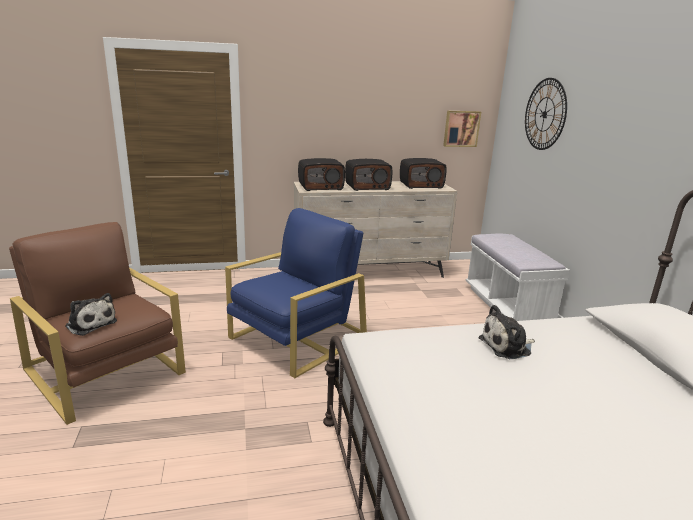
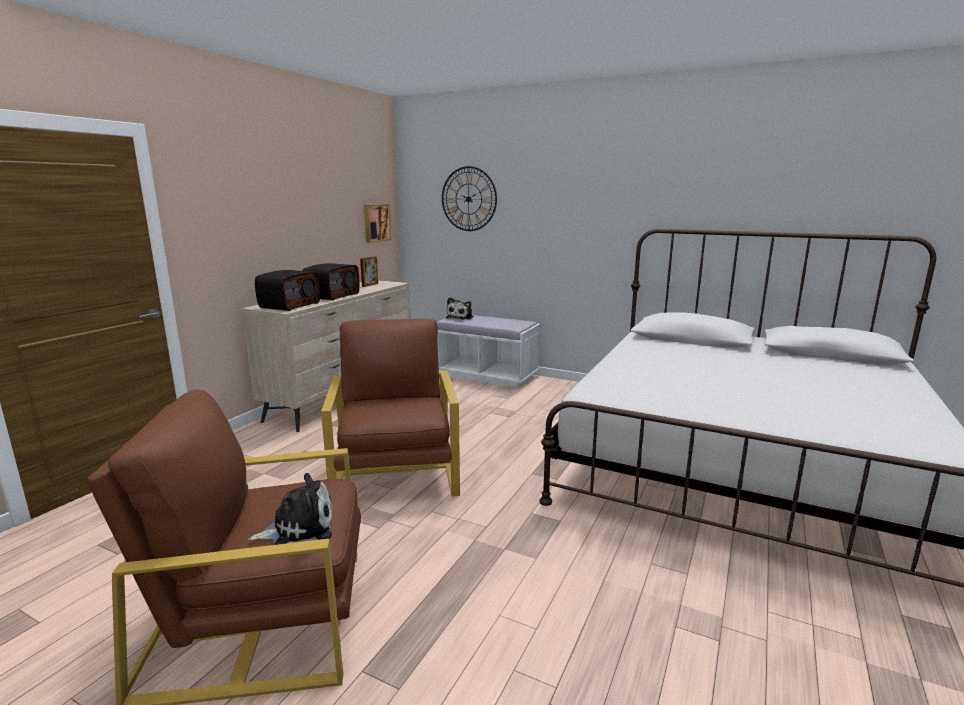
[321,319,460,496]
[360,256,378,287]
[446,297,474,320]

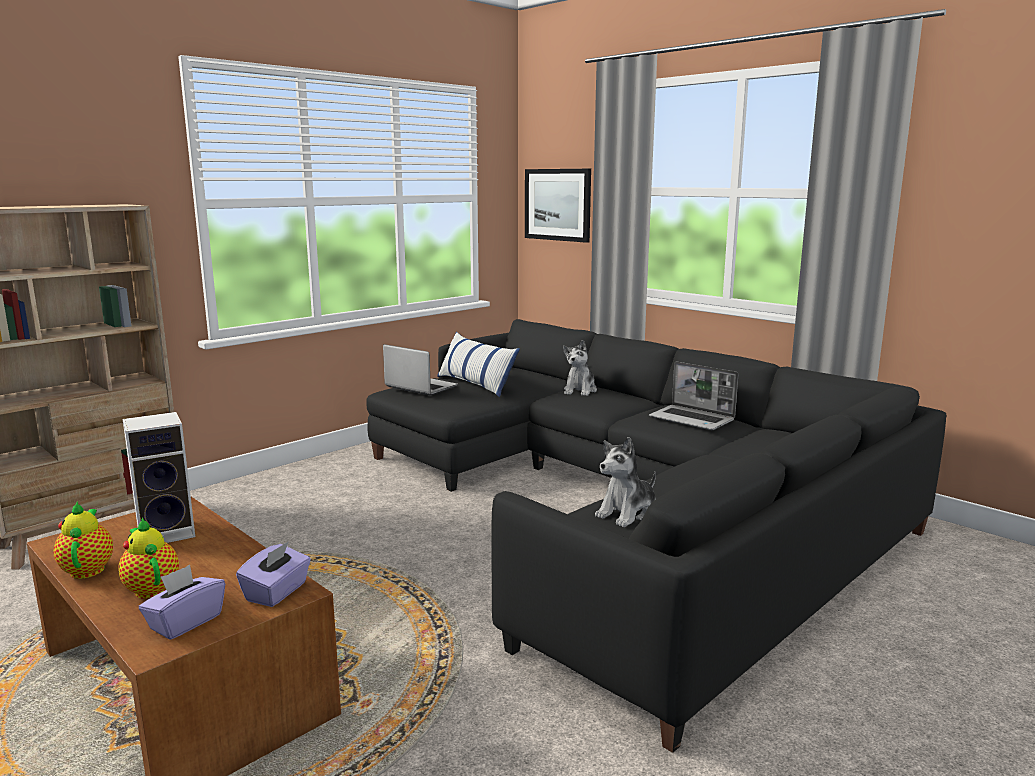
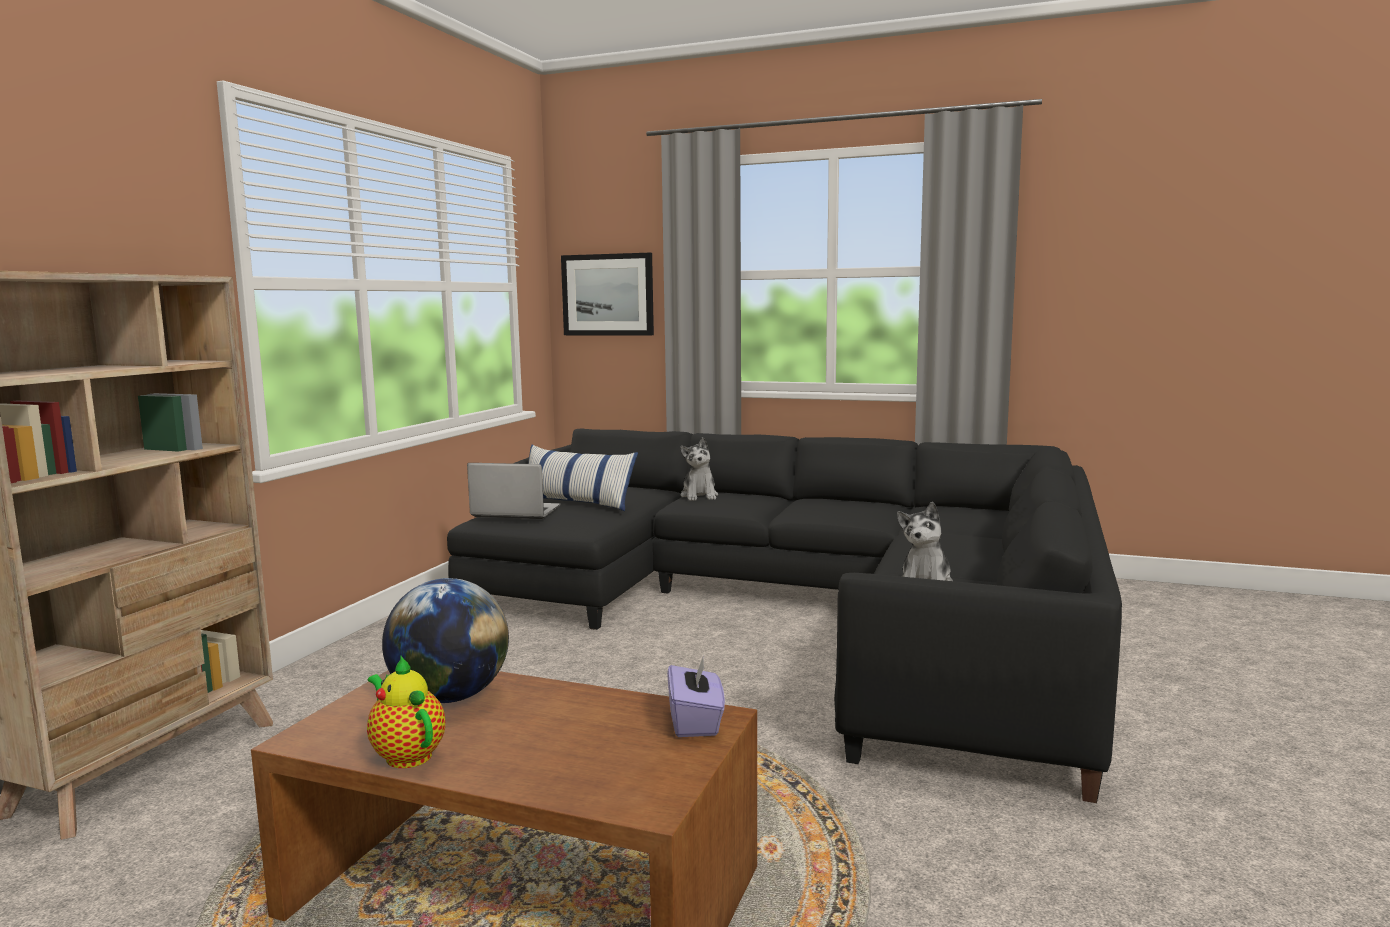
[118,517,179,599] (first image)
[382,578,509,703]
[139,565,225,640] (first image)
[649,361,738,430] (first image)

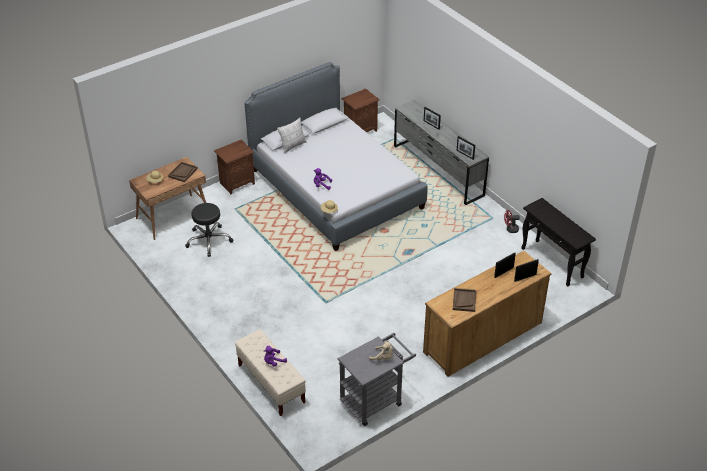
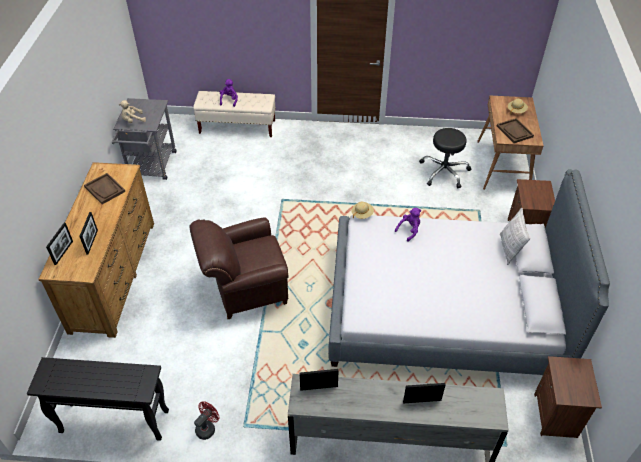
[189,217,289,319]

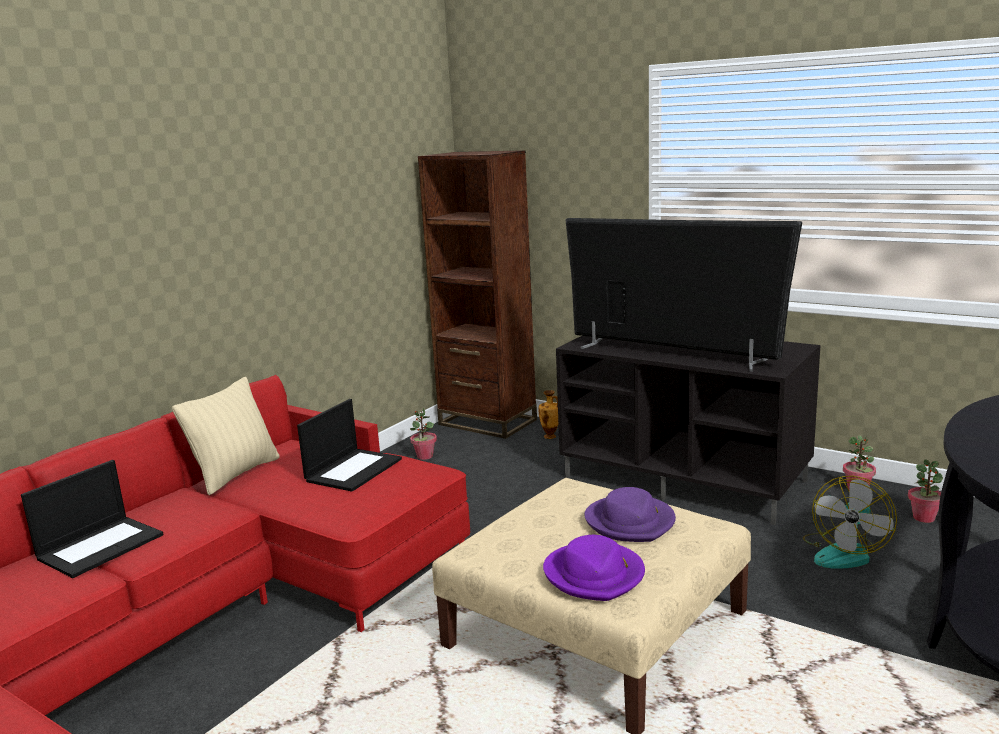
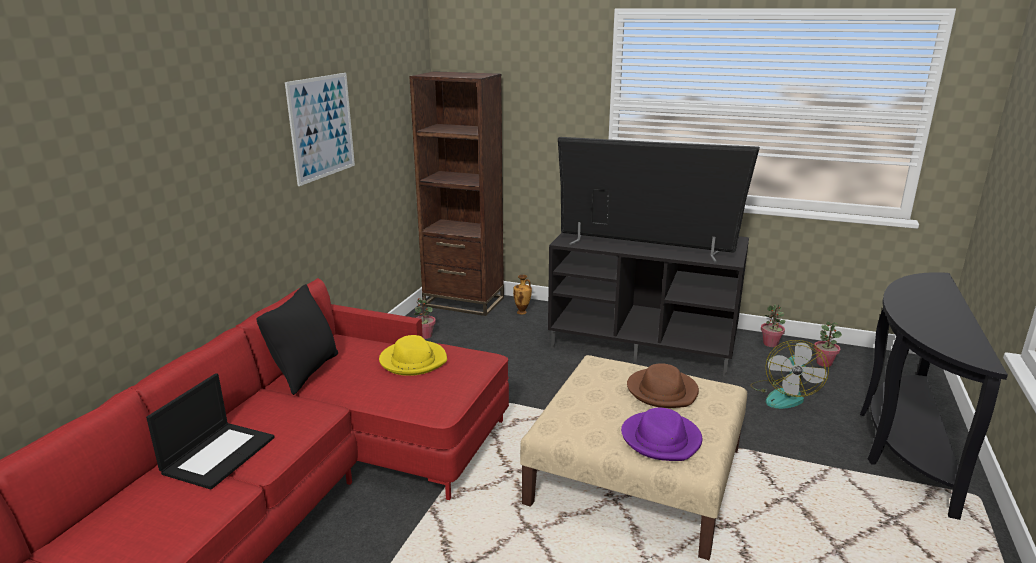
[256,284,338,395]
[379,335,447,376]
[627,363,699,408]
[285,73,355,186]

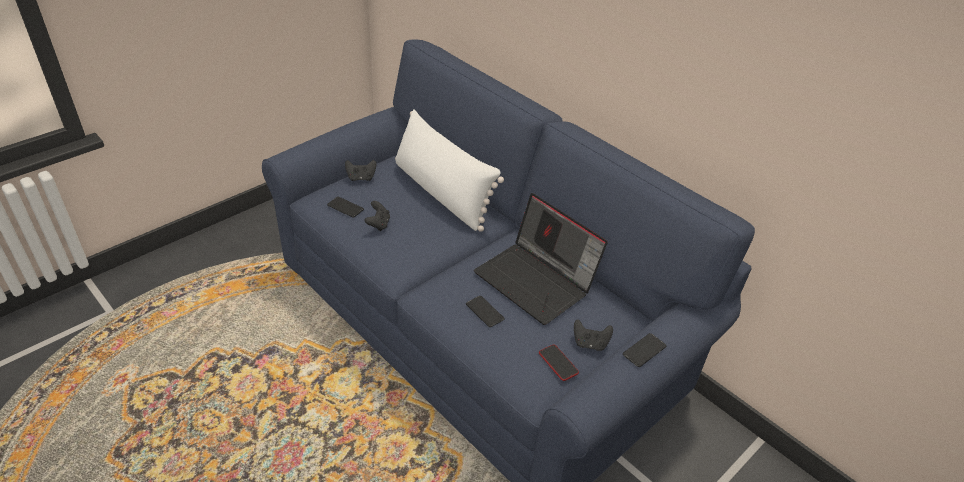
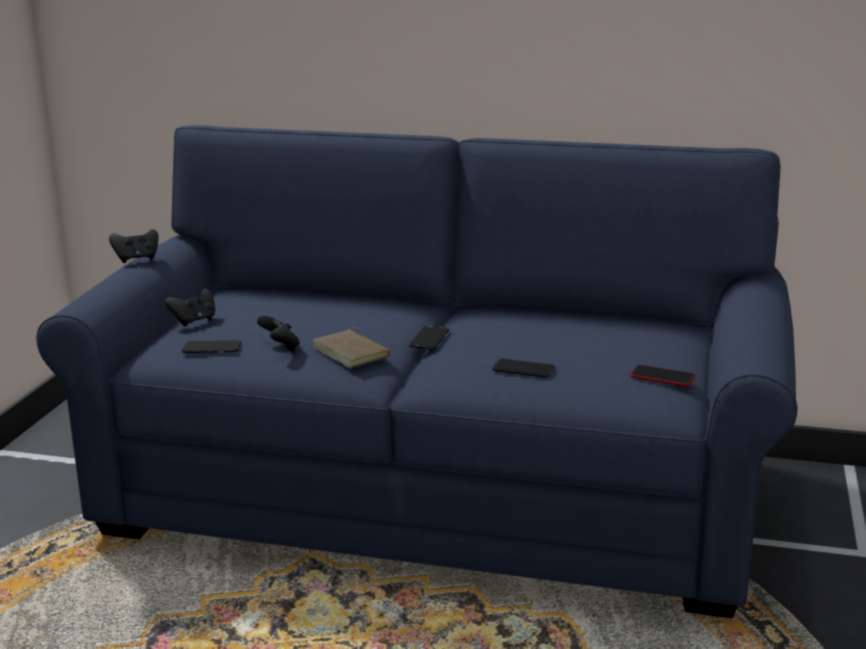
[395,109,504,232] (first image)
[474,193,608,325] (first image)
[109,229,158,263]
[409,326,449,349]
[313,327,390,368]

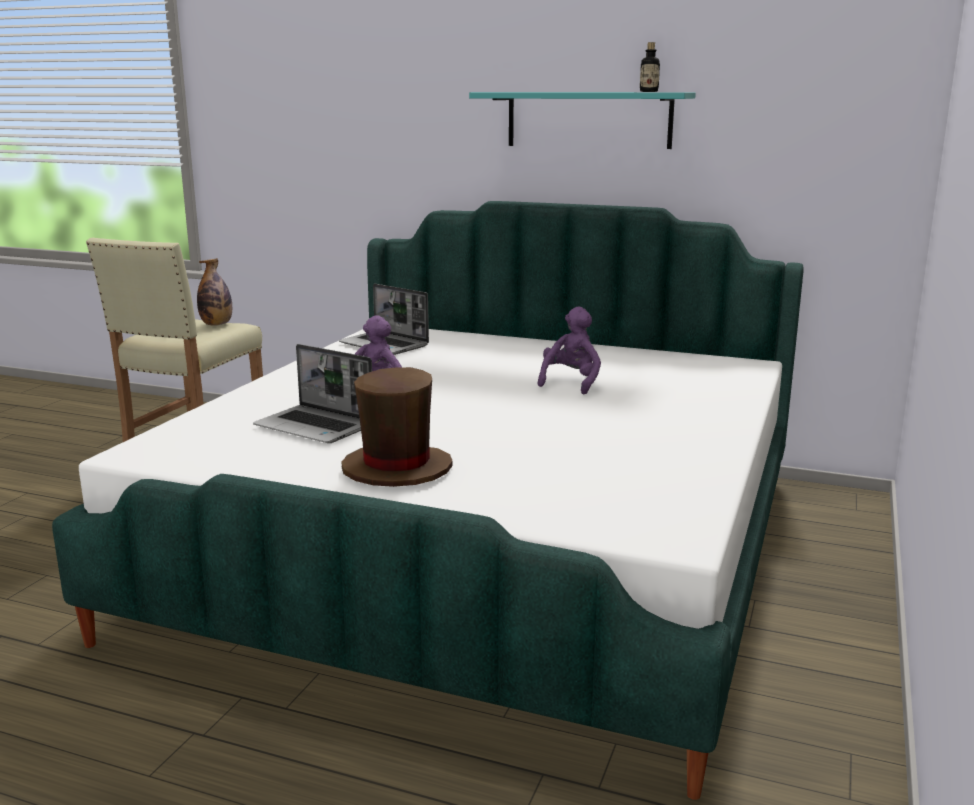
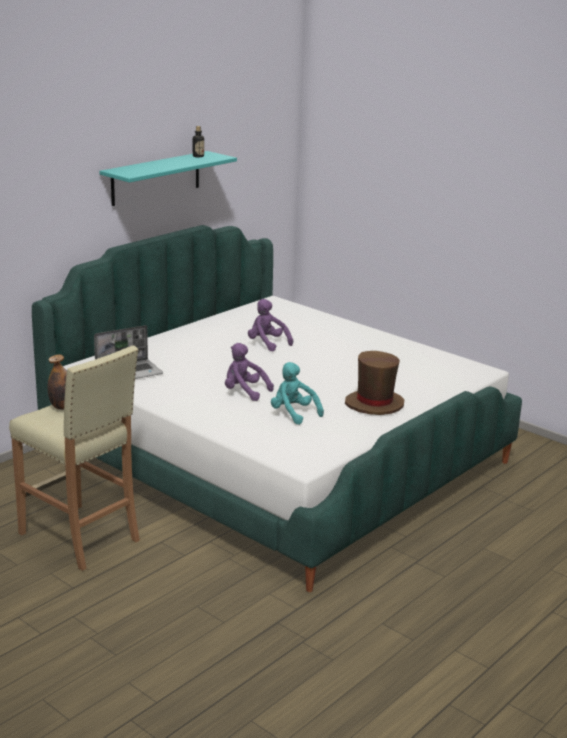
[271,362,324,425]

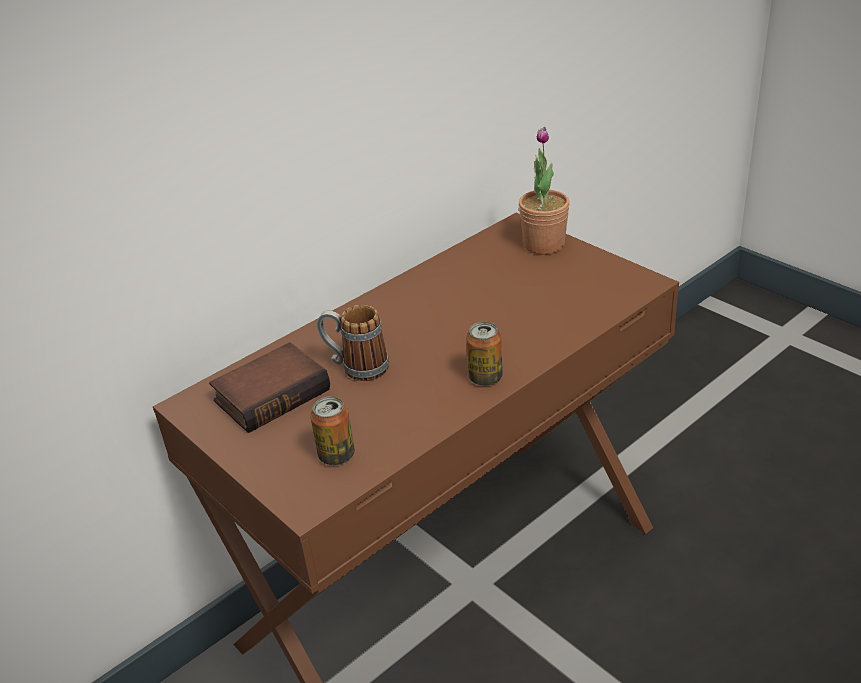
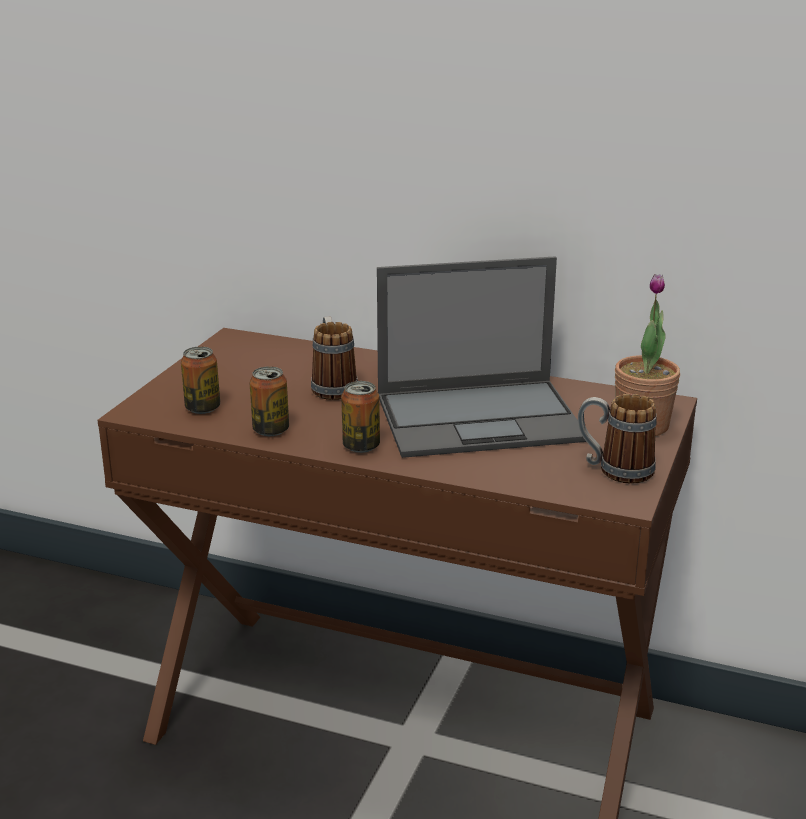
[209,342,330,433] (first image)
[249,366,289,436]
[377,256,586,458]
[578,394,657,484]

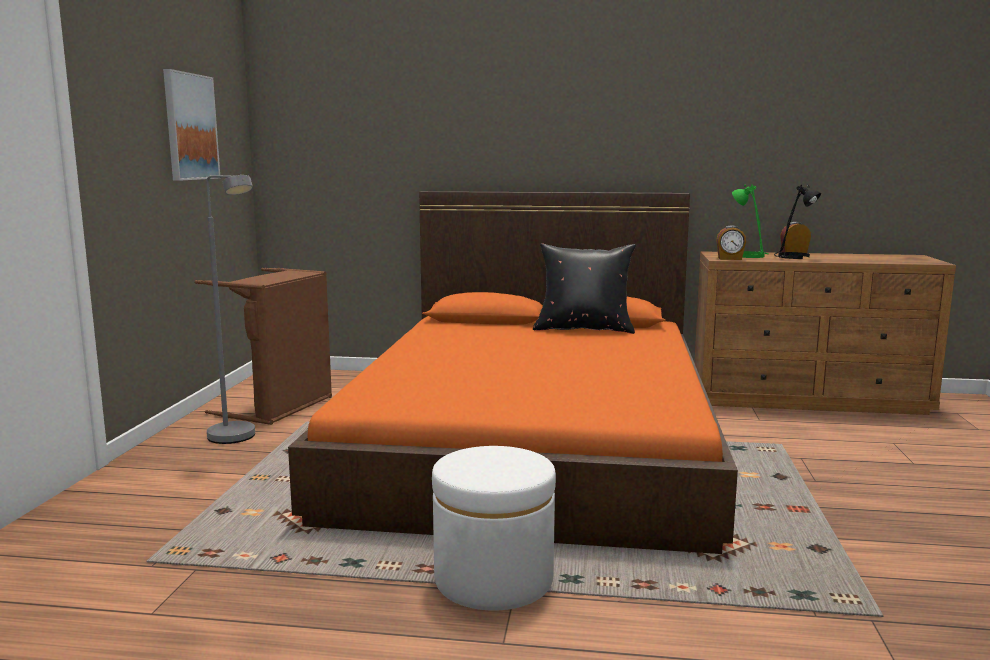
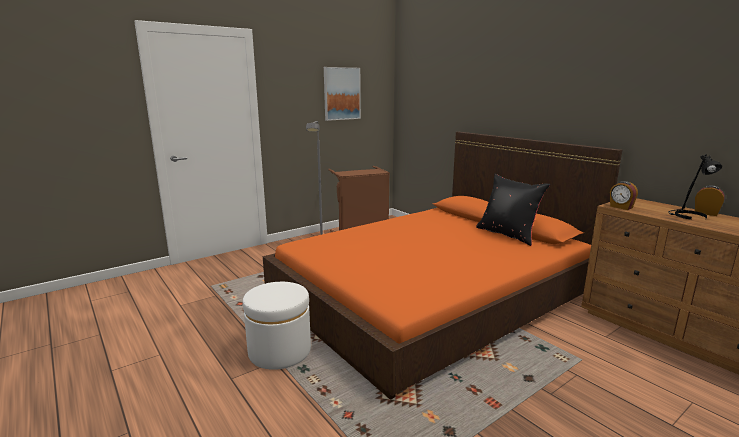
[732,184,769,258] (first image)

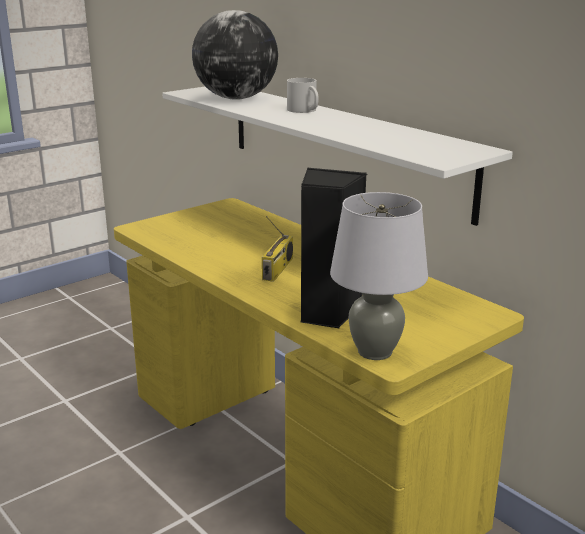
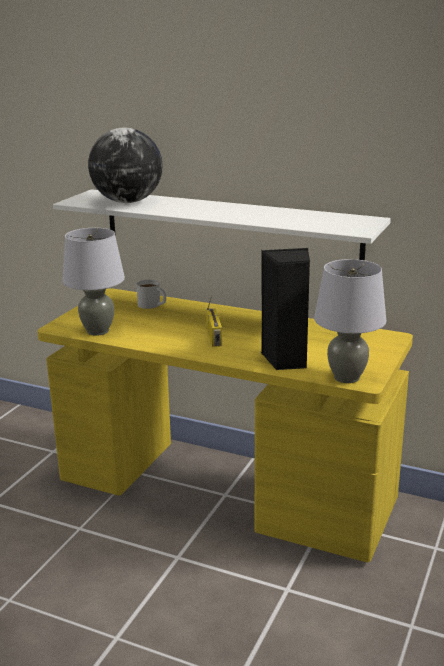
[136,280,166,309]
[62,228,125,336]

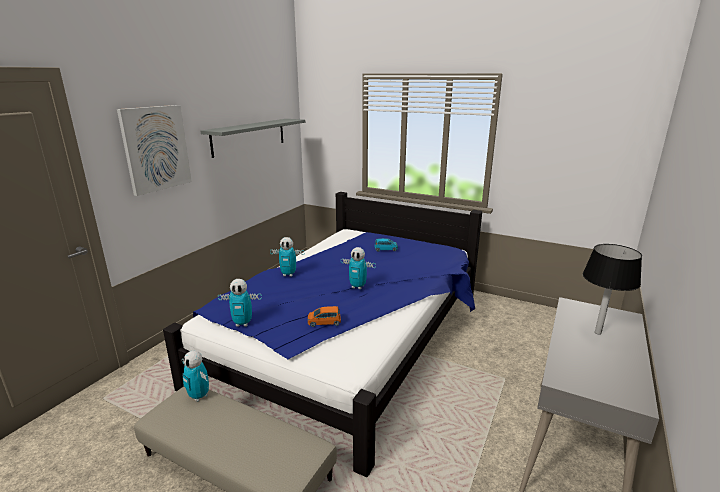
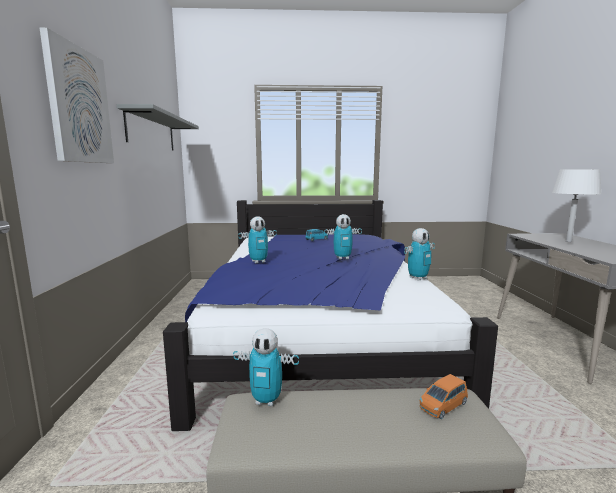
[404,228,435,281]
[419,374,468,419]
[552,169,601,242]

